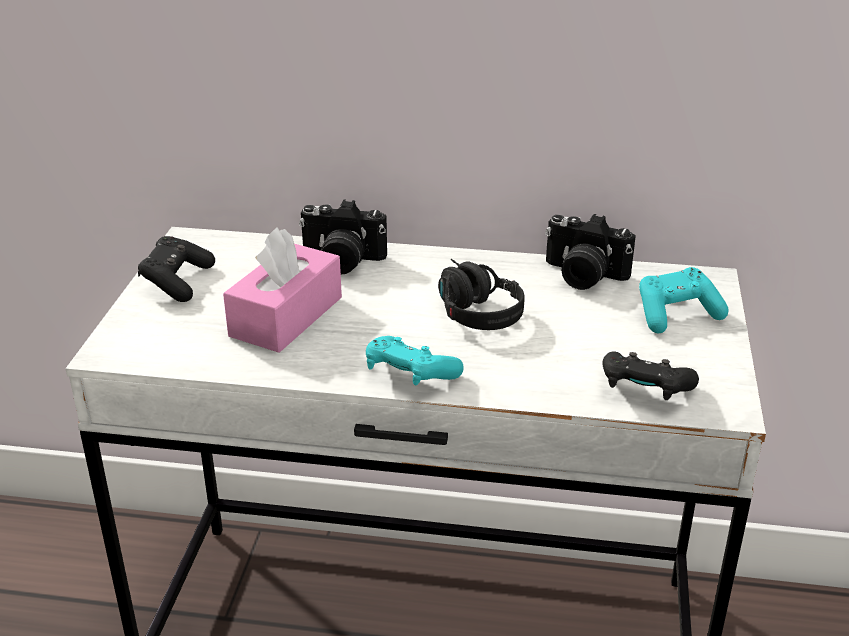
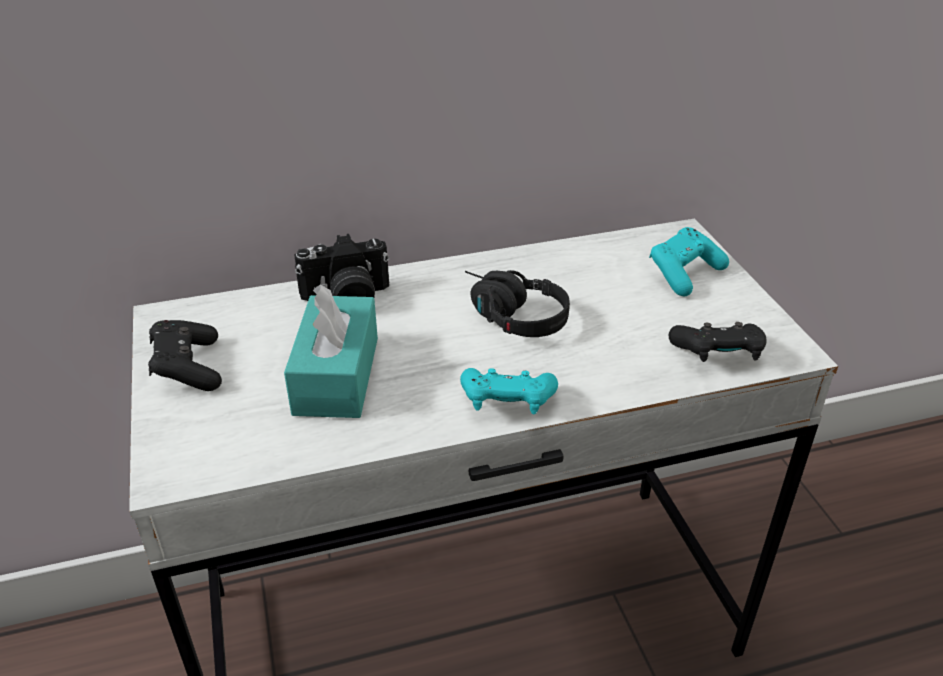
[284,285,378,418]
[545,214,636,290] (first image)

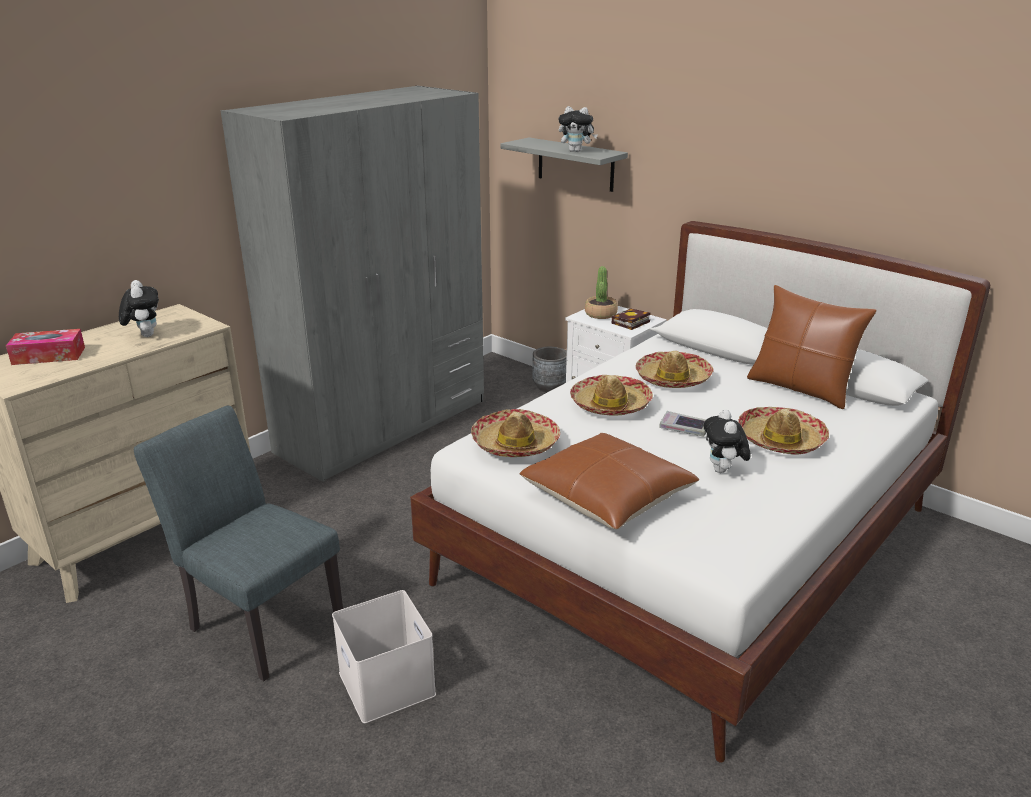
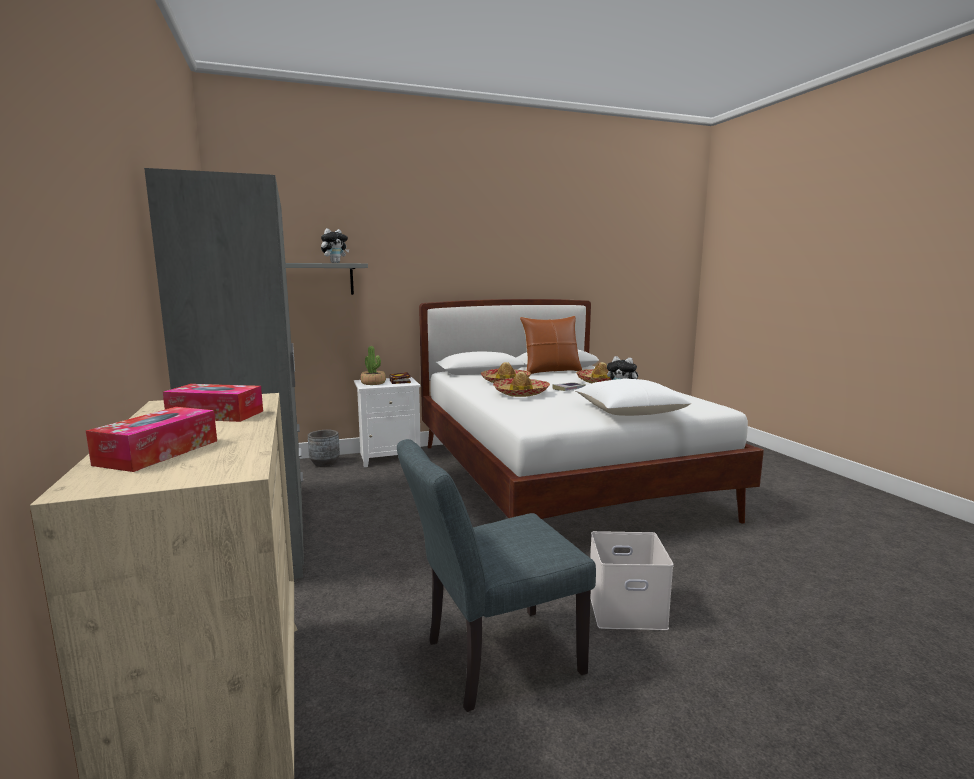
[163,384,263,422]
[471,409,560,457] (first image)
[575,378,691,416]

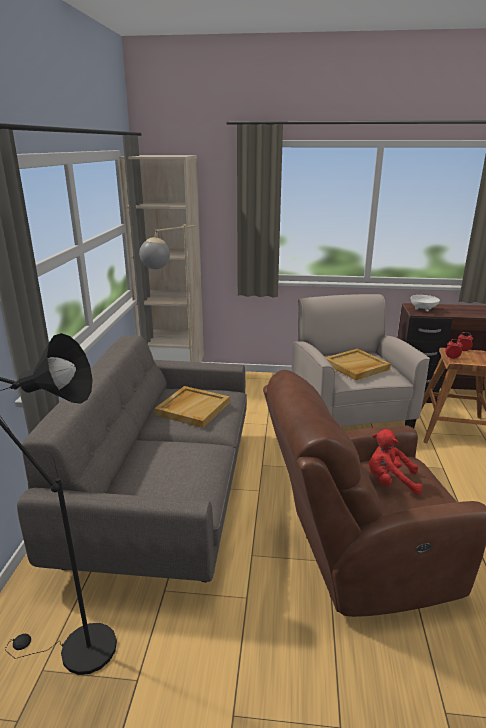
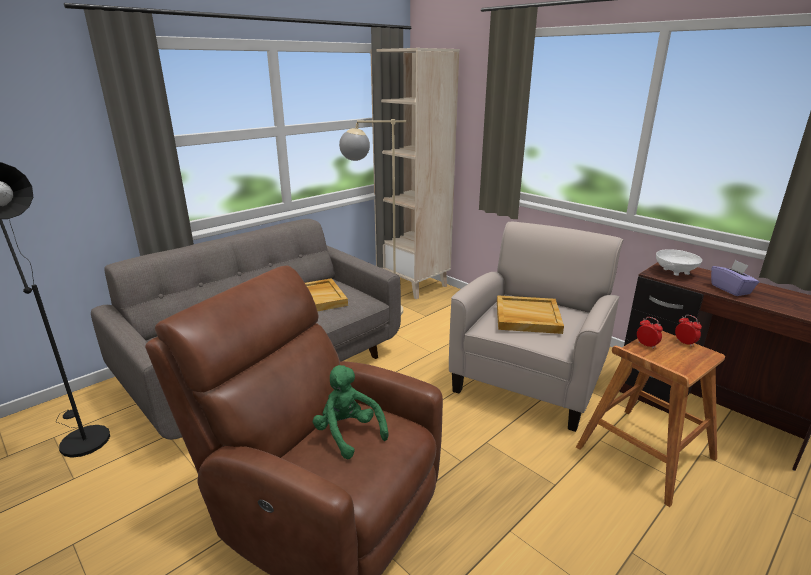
[313,365,388,459]
[711,260,759,296]

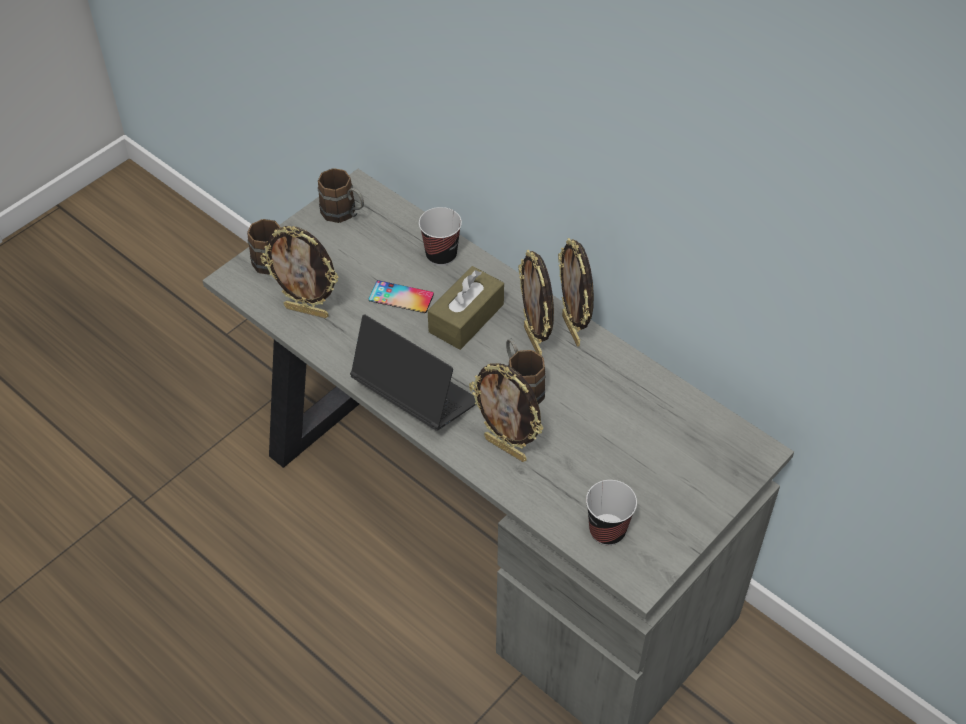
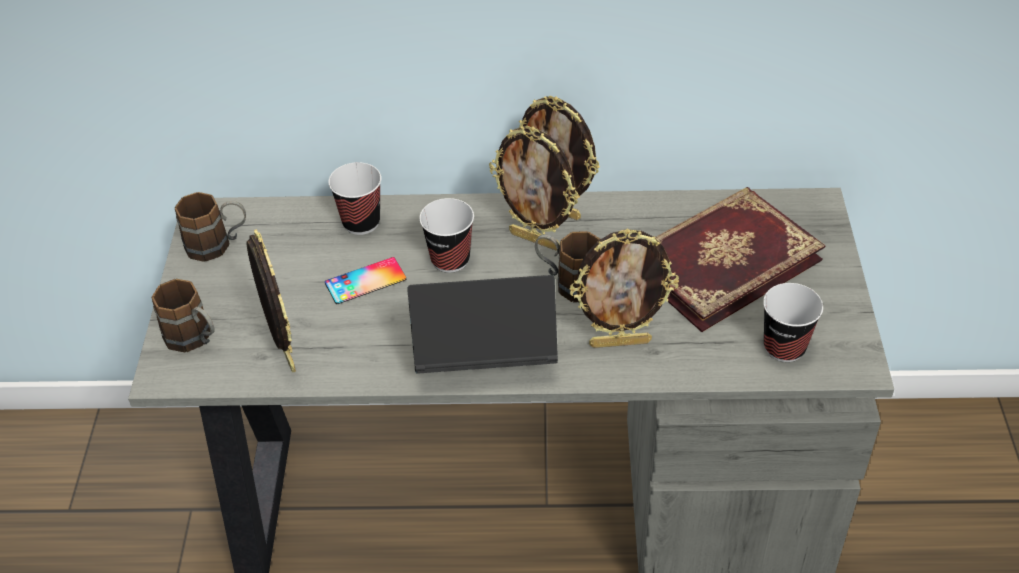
[247,229,296,372]
[419,198,474,273]
[655,187,826,332]

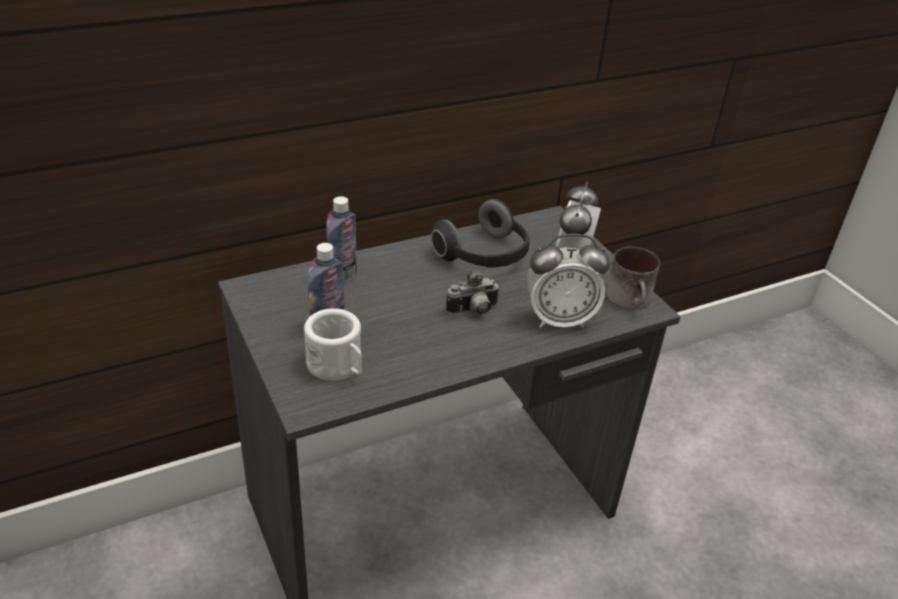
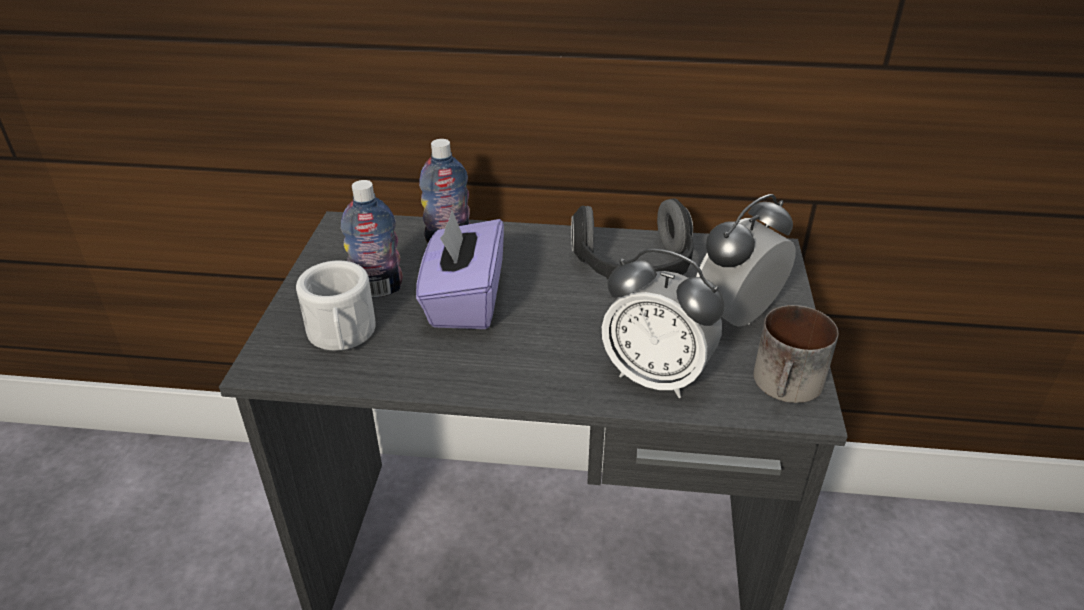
[446,266,500,315] (first image)
[416,210,504,329]

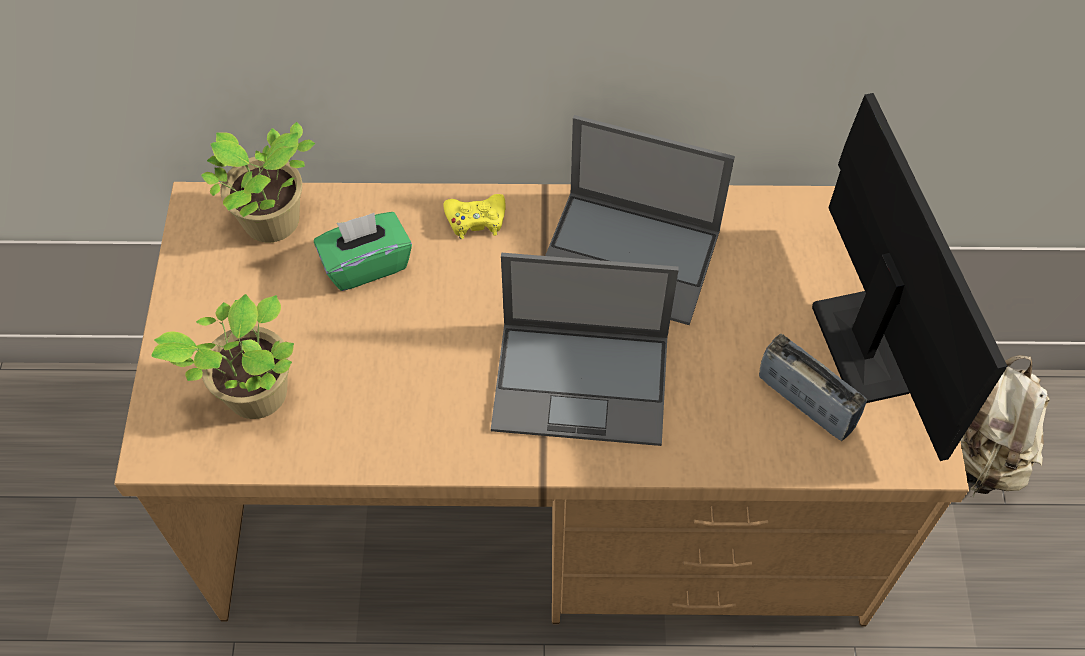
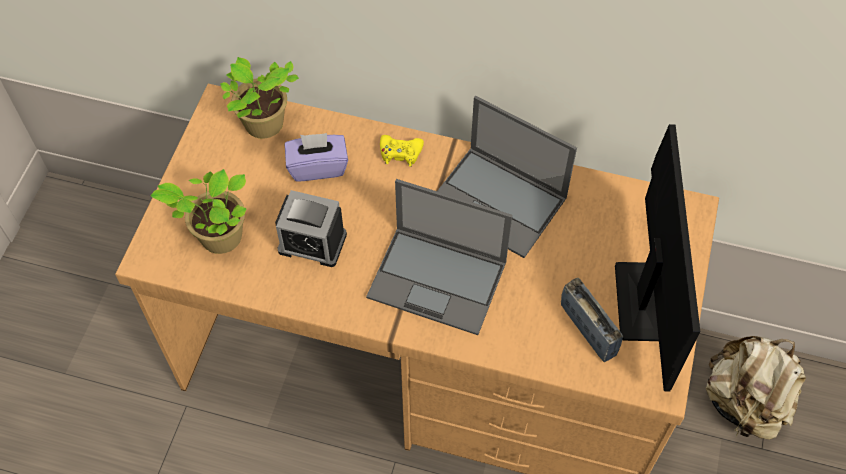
[285,133,348,182]
[275,190,347,267]

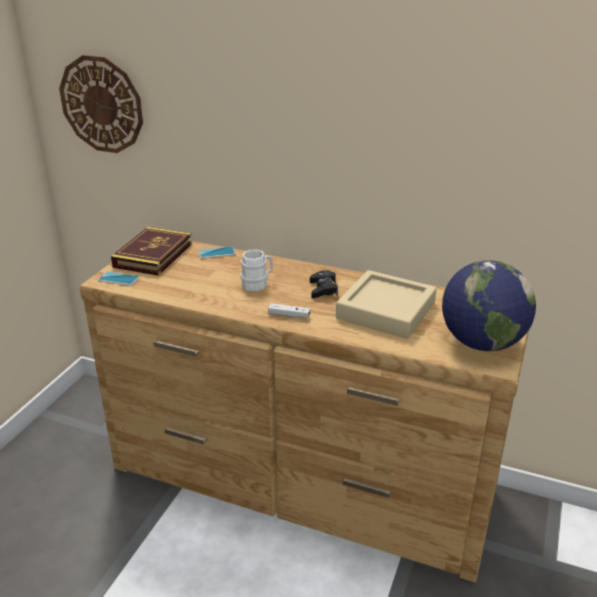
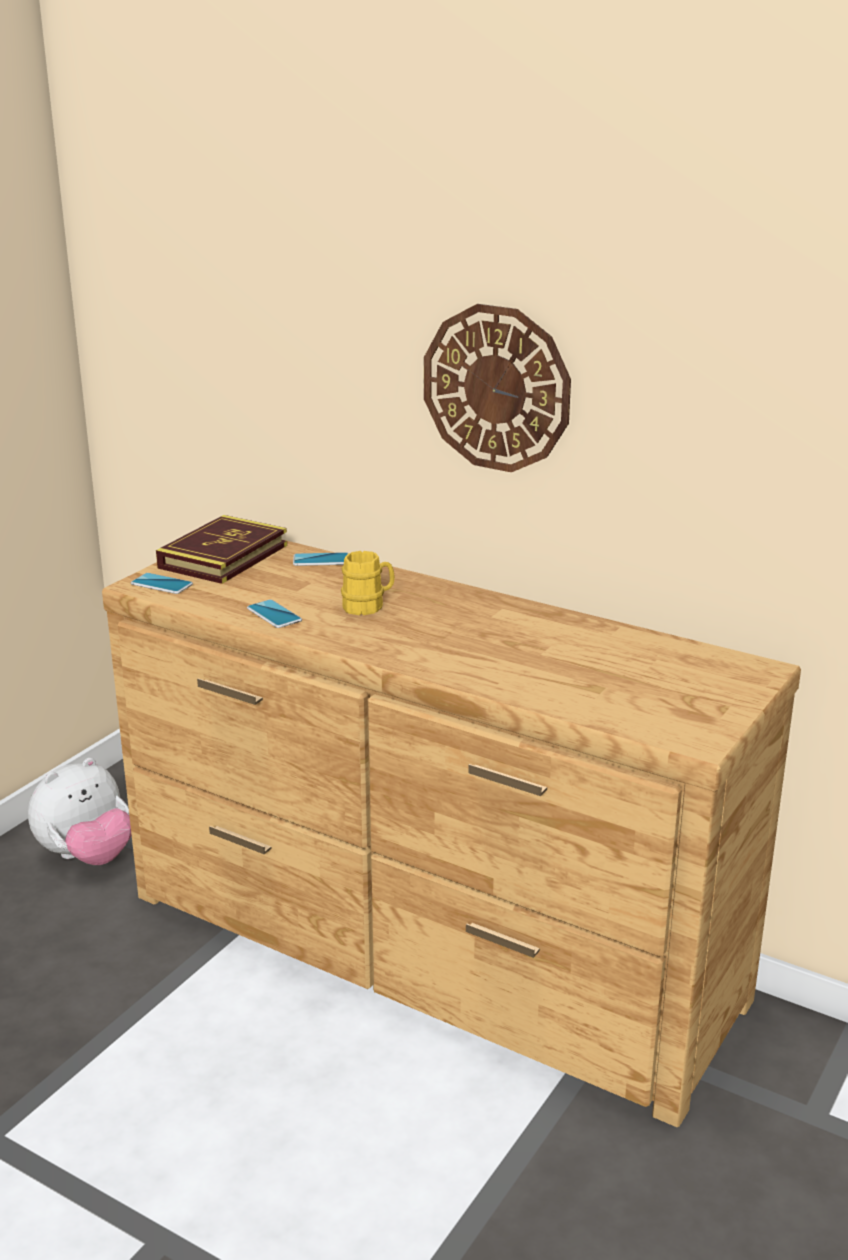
[424,304,571,472]
[341,551,395,615]
[268,304,310,318] (first image)
[310,270,338,298] (first image)
[336,270,437,338] (first image)
[442,260,536,351] (first image)
[28,758,131,865]
[247,599,302,628]

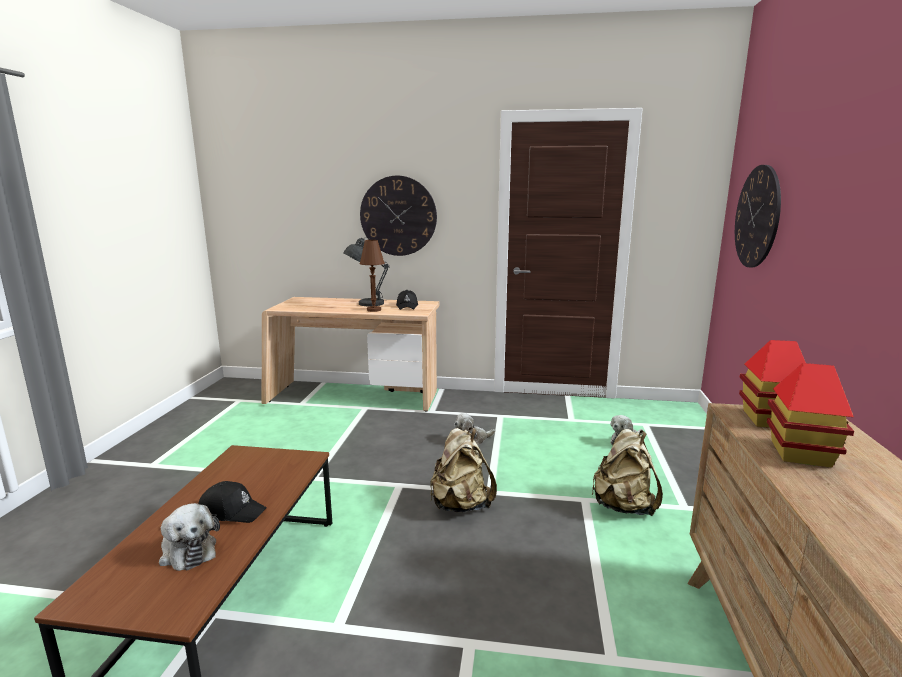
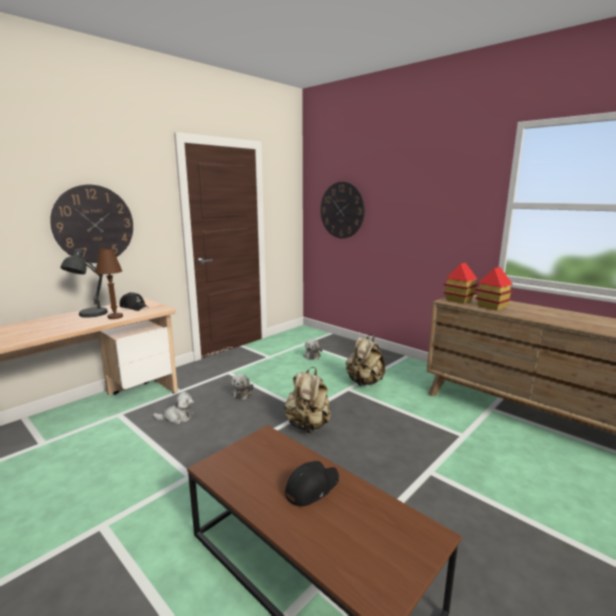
[153,392,194,424]

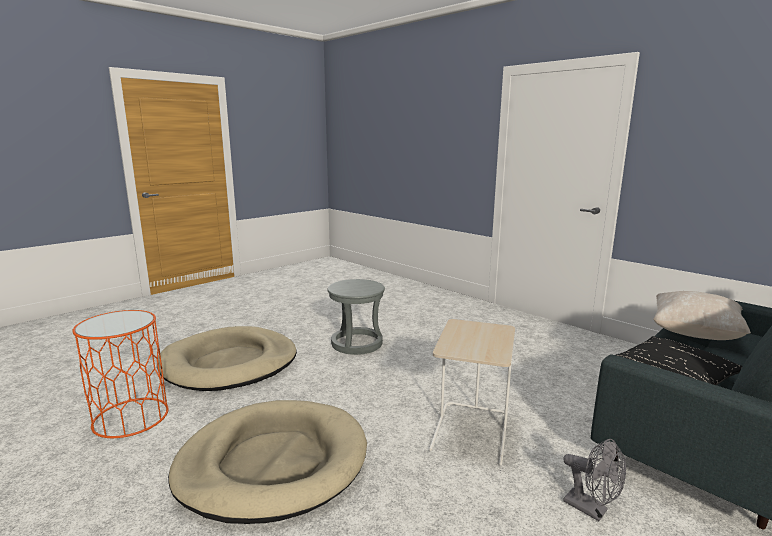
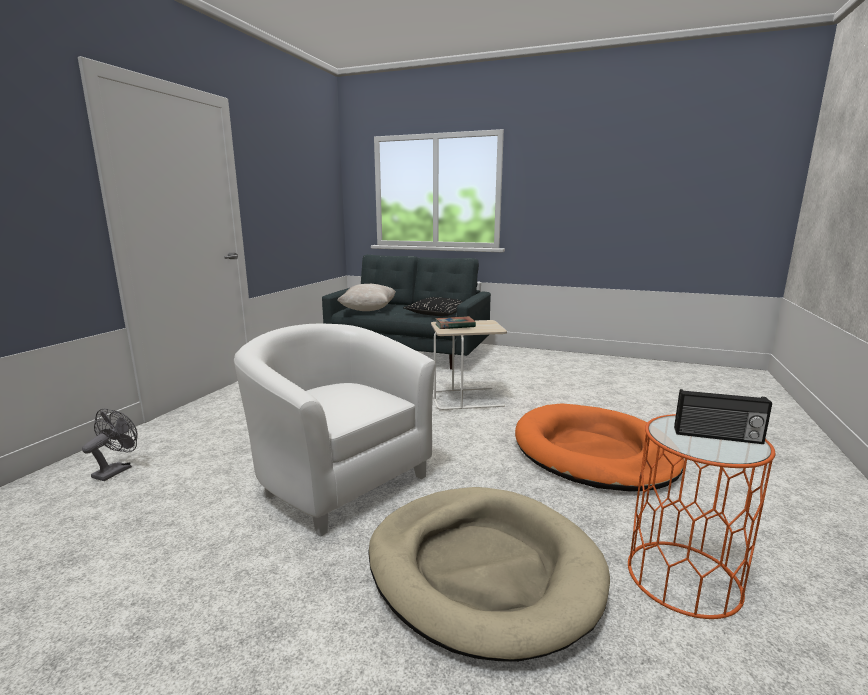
[515,404,684,491]
[234,324,436,537]
[82,409,137,481]
[435,316,476,329]
[674,389,772,444]

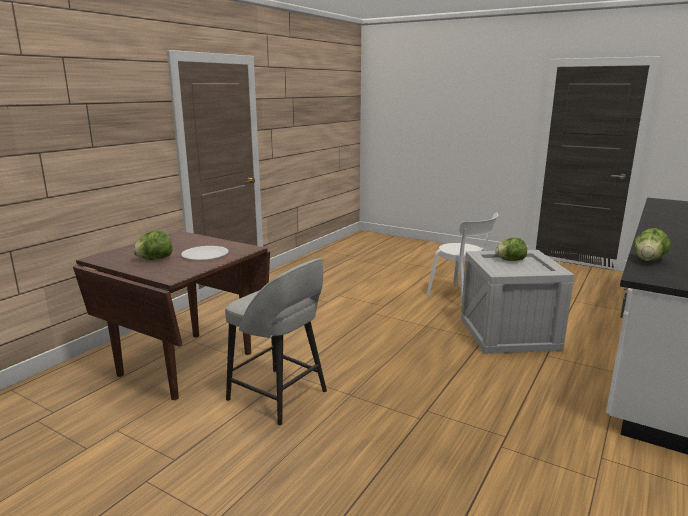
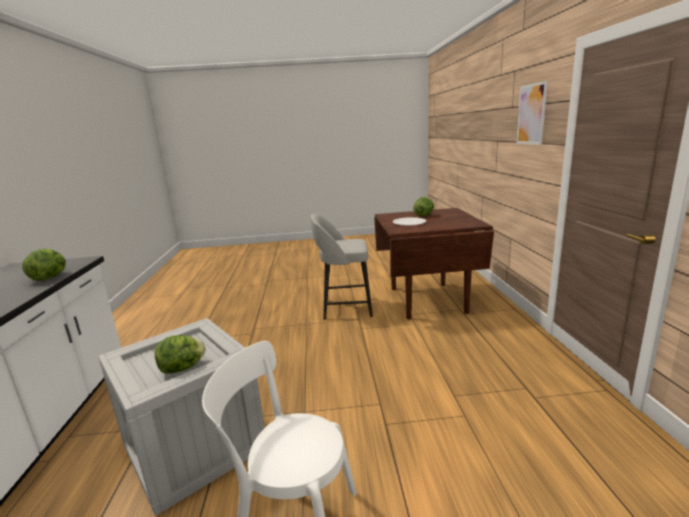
[516,81,548,145]

